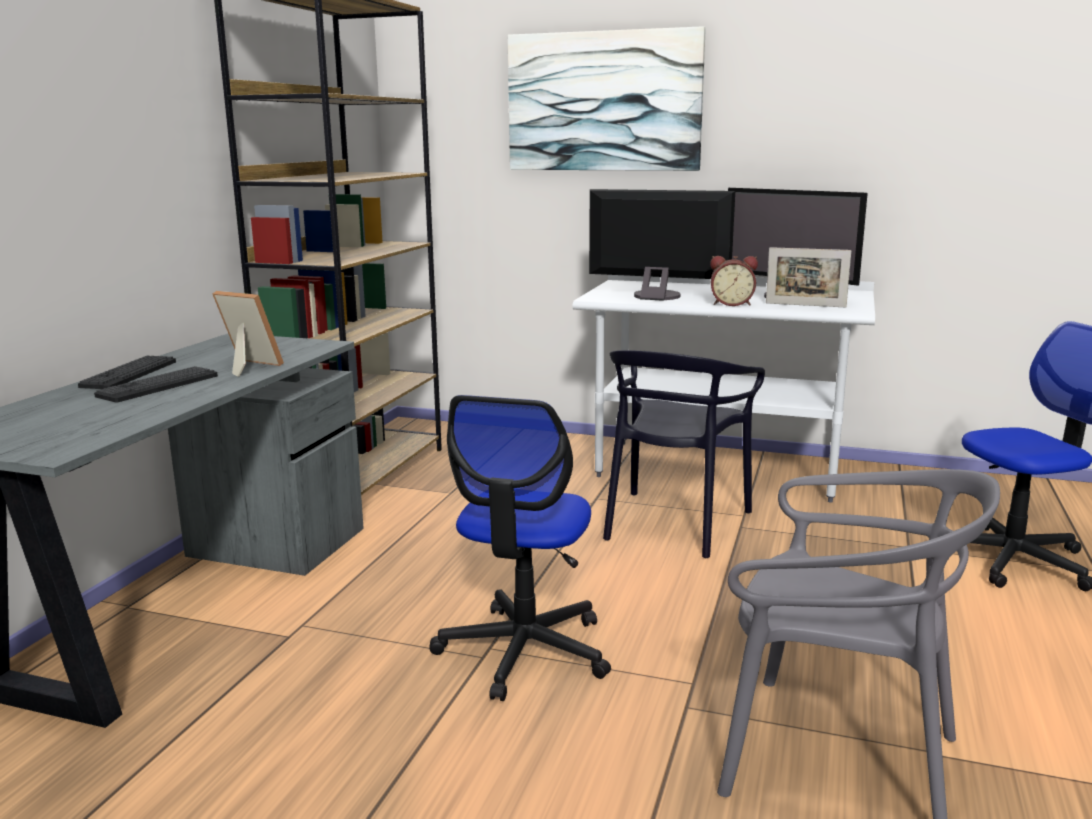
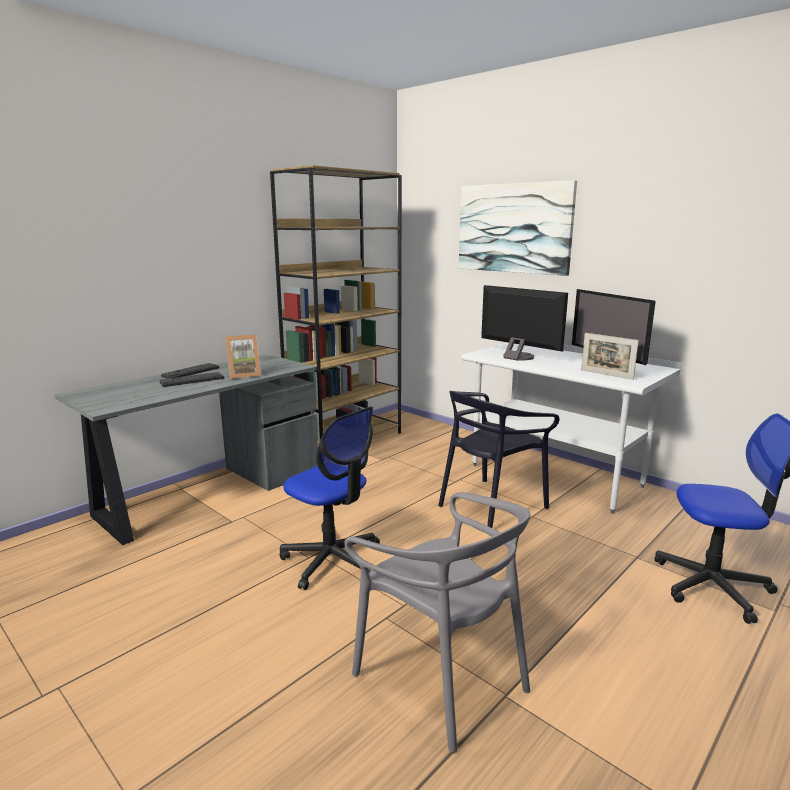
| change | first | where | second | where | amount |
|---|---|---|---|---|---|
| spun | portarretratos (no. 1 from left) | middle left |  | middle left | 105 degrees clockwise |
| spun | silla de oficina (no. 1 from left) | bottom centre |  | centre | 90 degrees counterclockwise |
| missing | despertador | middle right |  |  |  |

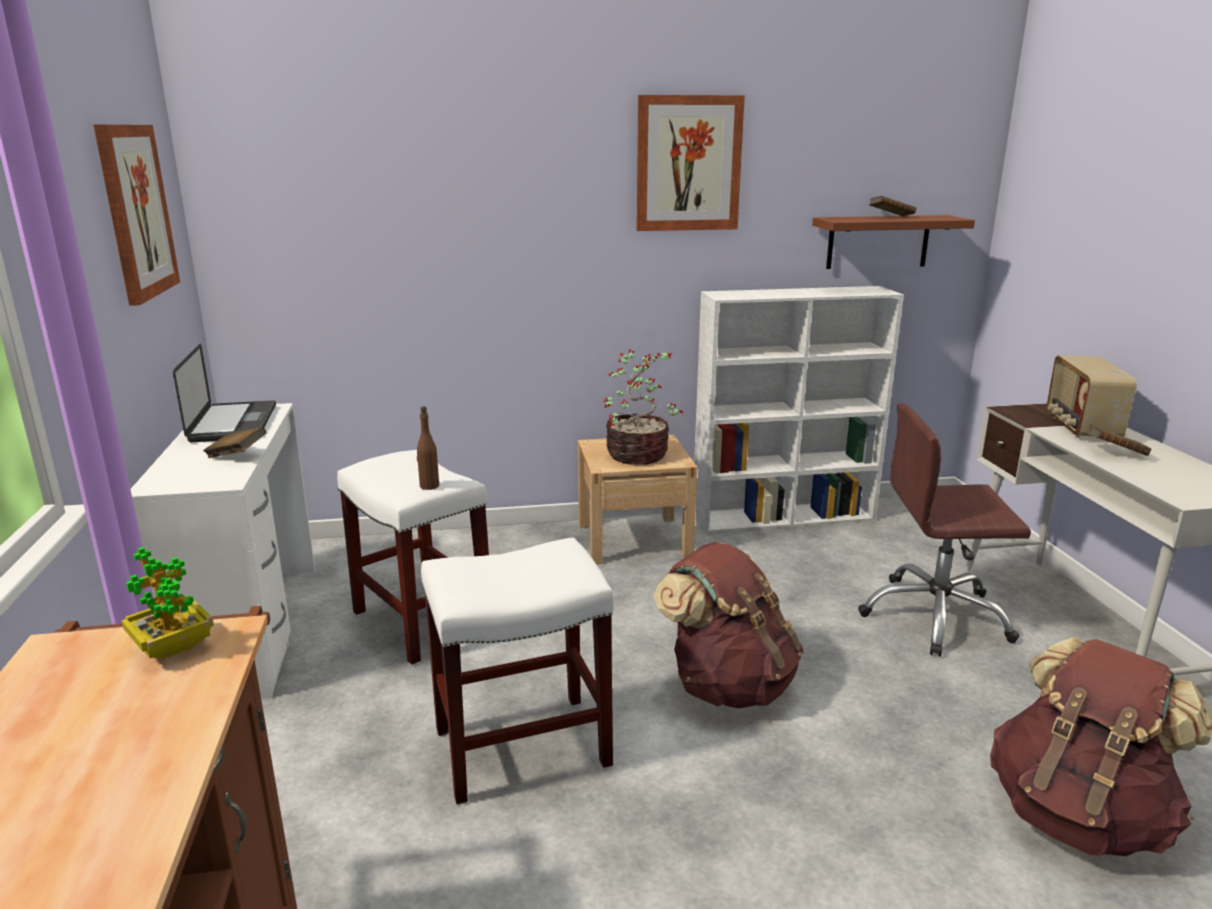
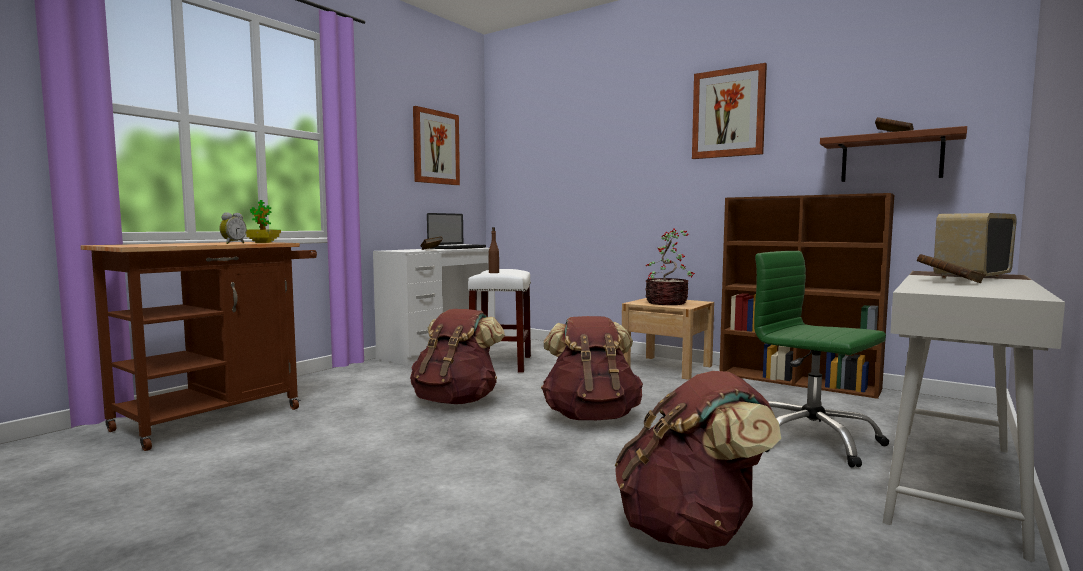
| change | first | where | second | where | amount |
|---|---|---|---|---|---|
| exchanged | taburete (blanco) (no. 2 from left) | bottom centre | mochila (marrón) (no. 1 from left) | centre |  |
| colour | estantería (blanco) | centre | estantería (marrón) | middle right |  |
| colour | silla de oficina (marrón) | middle right | silla de oficina (verde) | middle right |  |
| appeared |  |  | despertador | middle left |  |

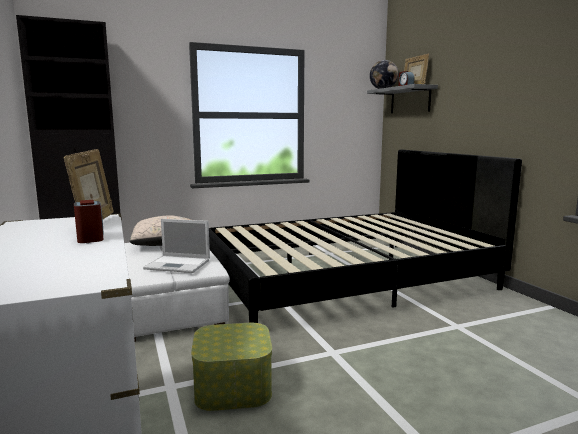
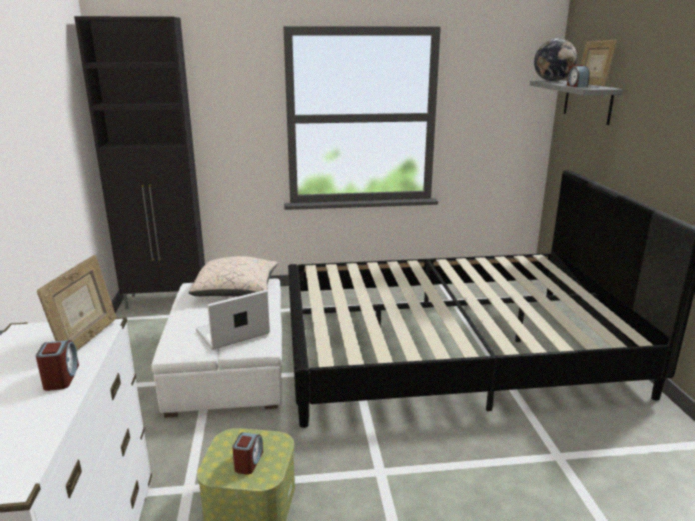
| change | first | where | second | where | amount |
|---|---|---|---|---|---|
| spun | portátil | middle left |  | centre | 120 degrees clockwise |
| appeared |  |  | despertador (no. 2 from left) | bottom centre |  |

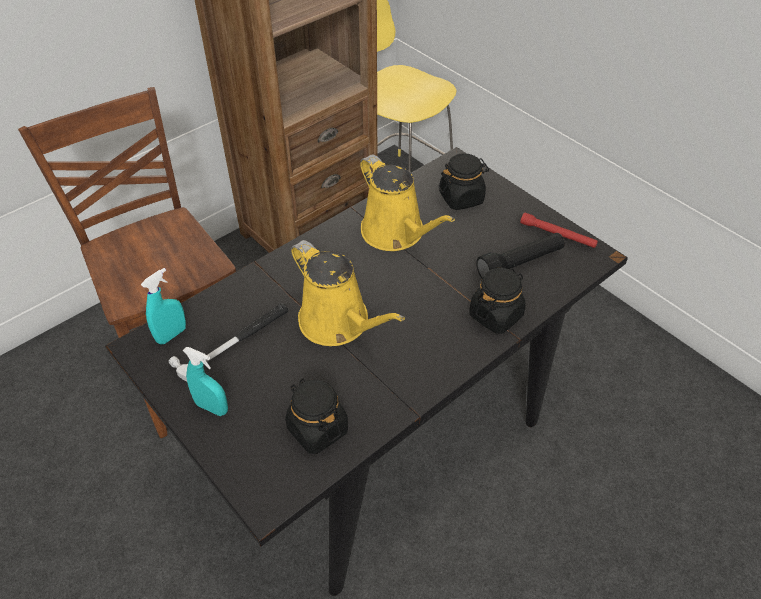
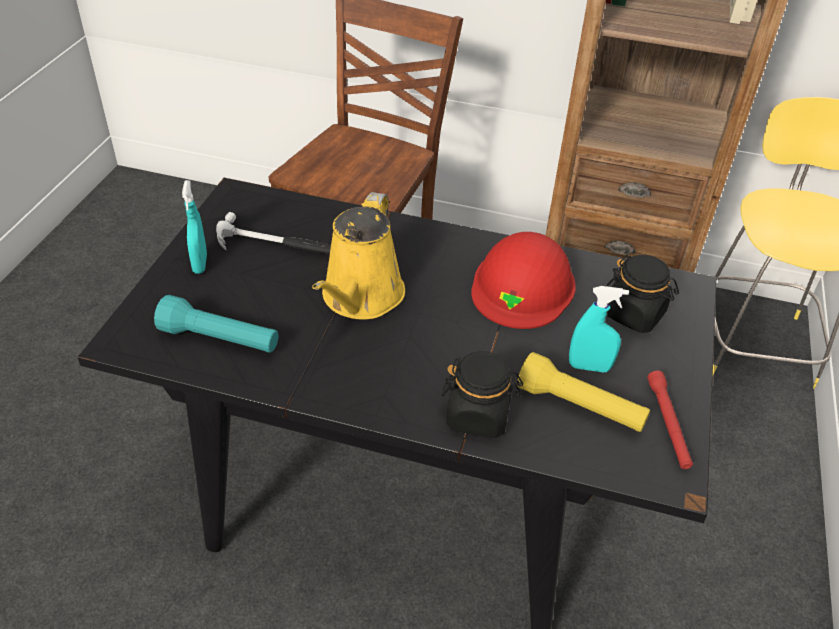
| change | first | where | second | where | amount |
|---|---|---|---|---|---|
| relocated | pulverizador (turquesa) (no. 1 from left in the first image) | middle left | pulverizador (turquesa) (no. 2 from left) | middle right |  |
| exchanged | tarro (negro) (no. 1 from left) | bottom centre | linterna (turquesa) | middle left |  |
| exchanged | regadera (amarillo) (no. 2 from left) | centre | casco (rojo) | centre |  |
| colour | linterna (negro) | middle right | linterna (amarillo) | middle right |  |

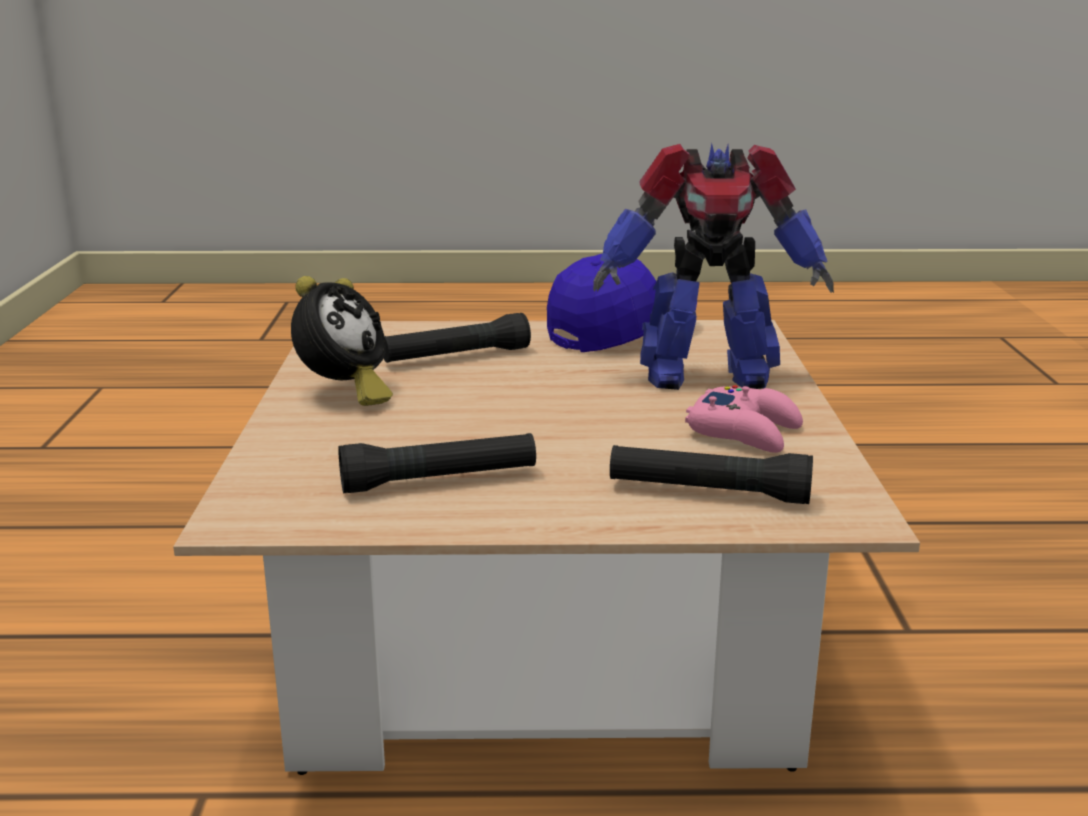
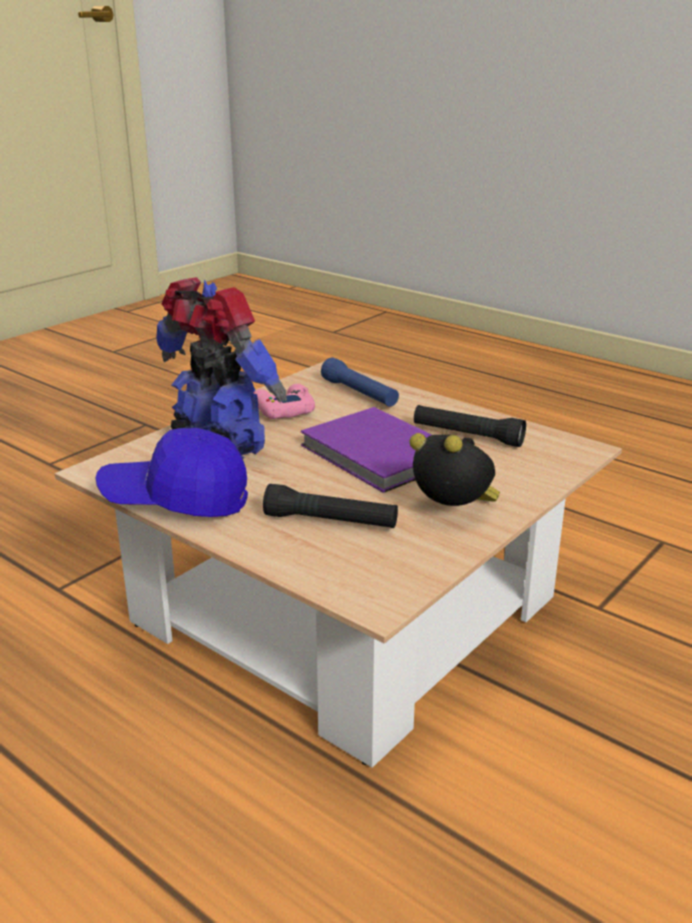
| change | first | where | second | where | amount |
|---|---|---|---|---|---|
| spun | despertador | middle left |  | centre | 60 degrees clockwise |
| colour | linterna (negro) (no. 3 from left) | centre | linterna (azul) | centre |  |
| appeared |  |  | libro (morado) | centre |  |

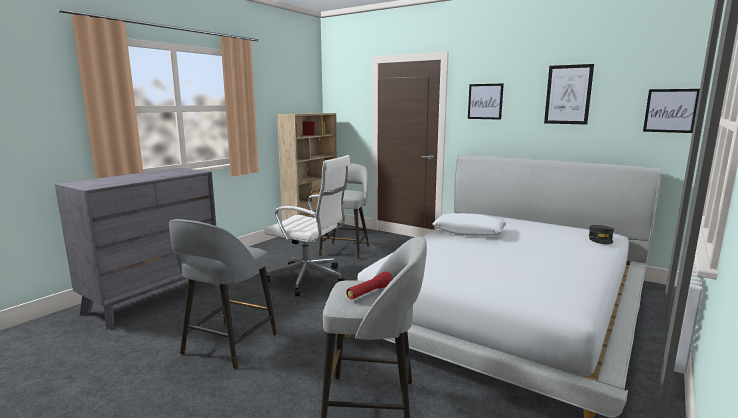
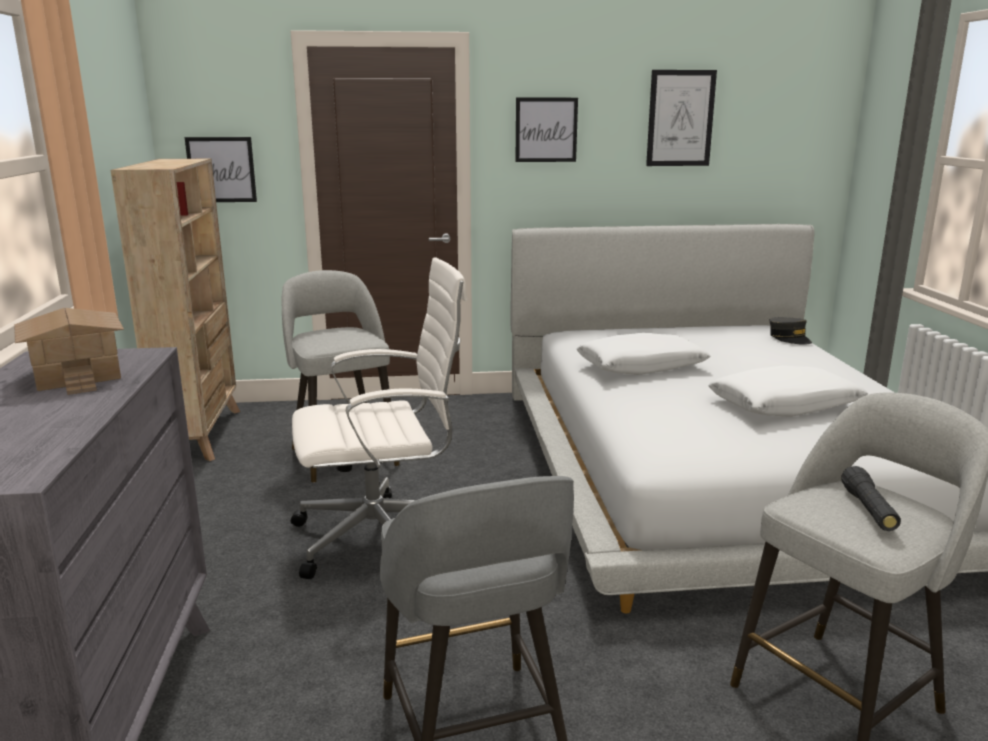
| change | first | where | second | where | amount |
|---|---|---|---|---|---|
| colour | linterna (rojo) | bottom centre | linterna (negro) | bottom right |  |
| relocated | cuadro (no. 3 from left in the first image) | top right | cuadro (no. 1 from left) | top left |  |
| appeared |  |  | casita | middle left |  |
| appeared |  |  | cojín (blanco) (no. 2 from left) | middle right |  |

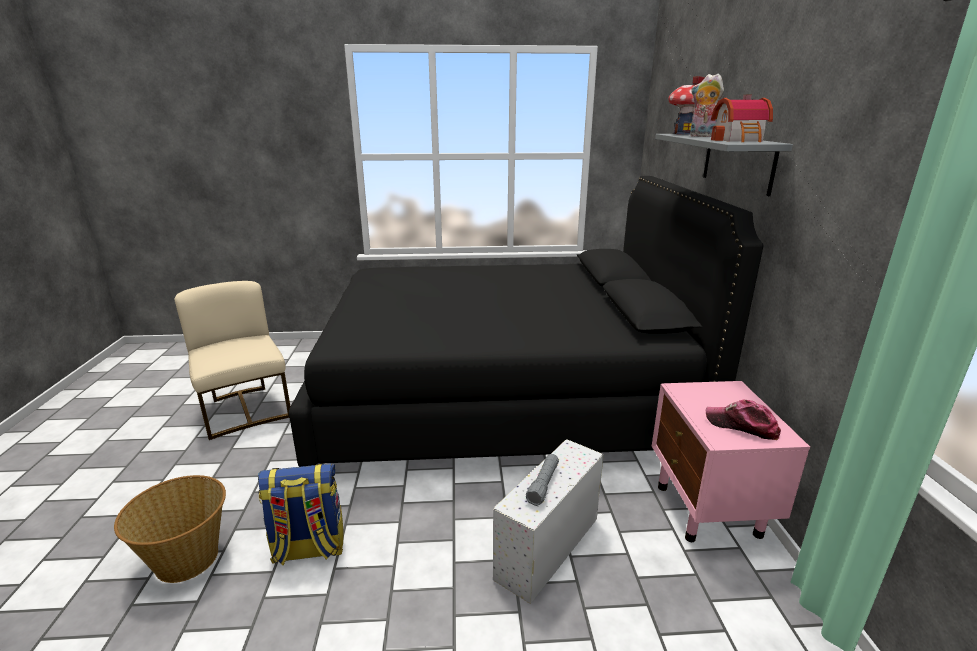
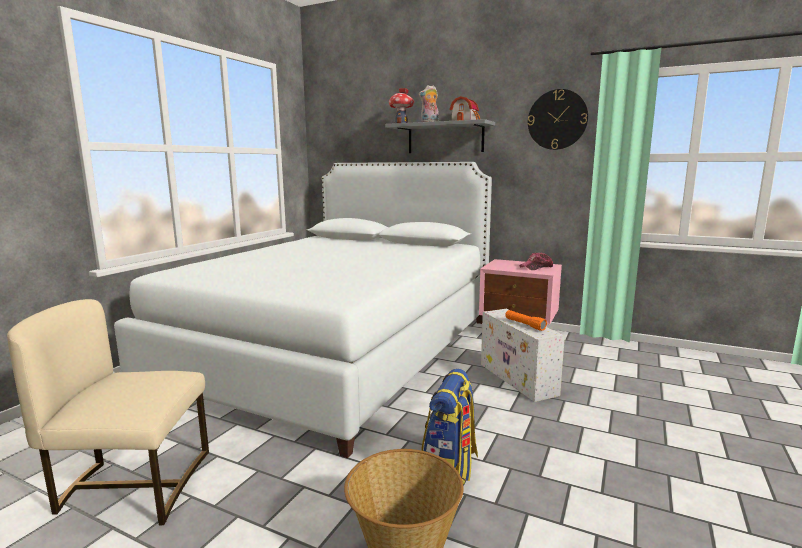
| change | first | where | second | where | amount |
|---|---|---|---|---|---|
| colour | cama (negro) | centre | cama (blanco) | centre |  |
| colour | linterna (gris) | bottom centre | linterna (naranja) | centre |  |
| appeared |  |  | reloj de pared | top right |  |

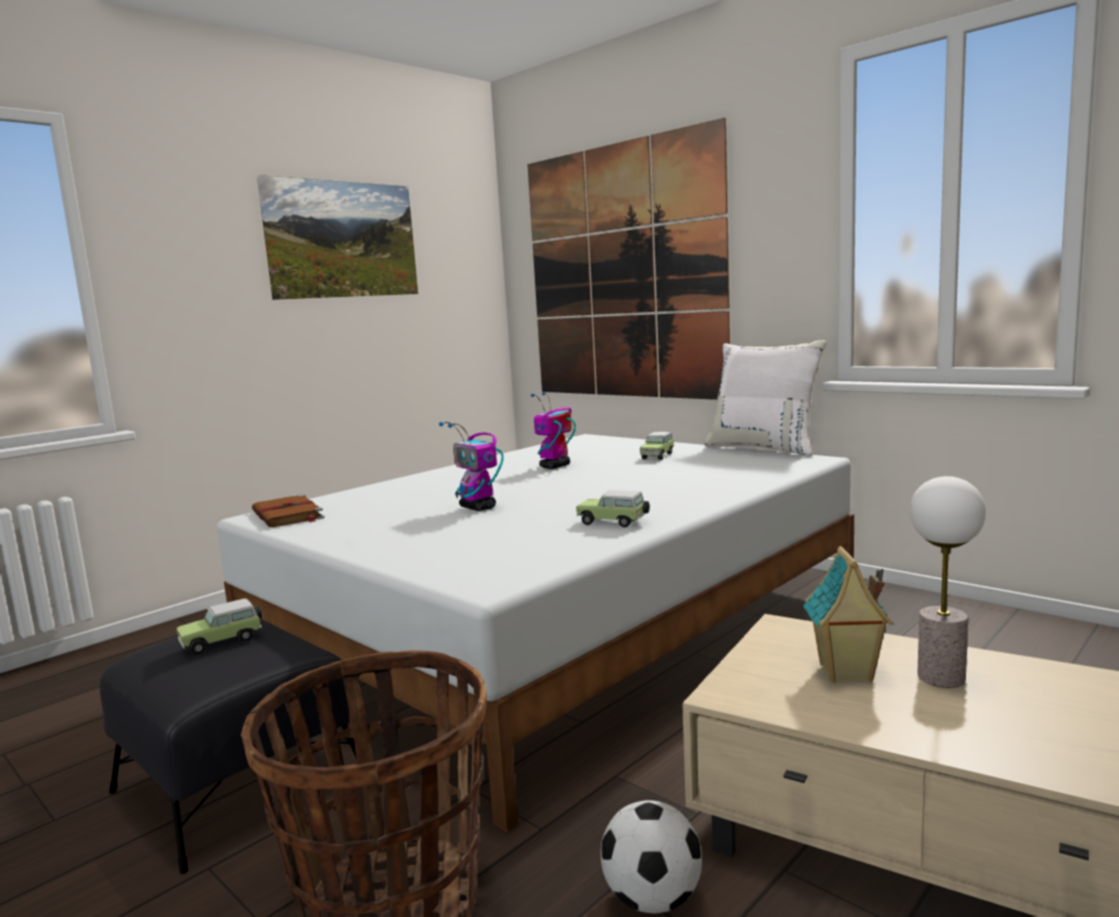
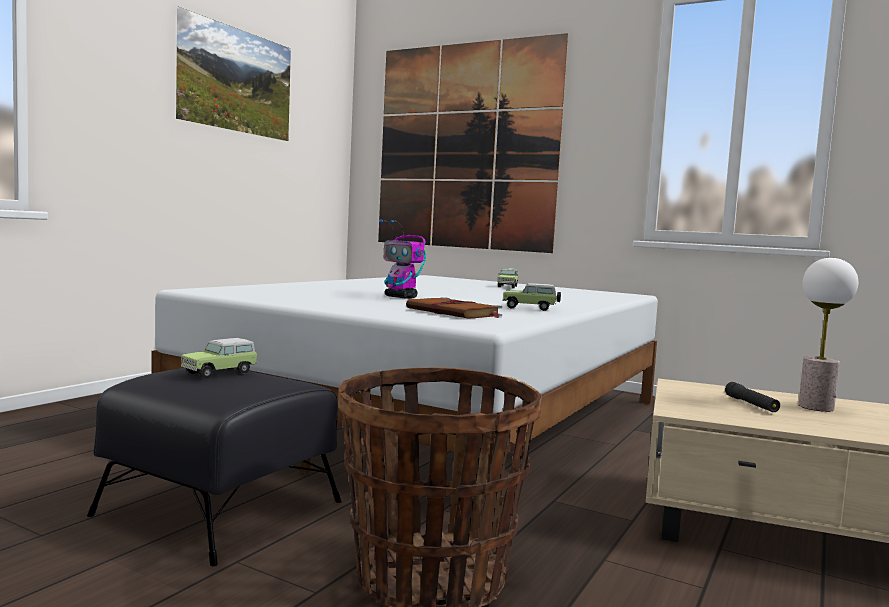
| change | first | where | second | where | amount |
|---|---|---|---|---|---|
| relocated | libro (marrón) | middle left |  | centre |  |
| missing | robot de juguete (no. 2 from left) | centre |  |  |  |
| missing | balón de fútbol | bottom centre |  |  |  |
| missing | cojín (blanco) | middle right |  |  |  |
| exchanged | casita | bottom right | linterna (negro) | middle right |  |

